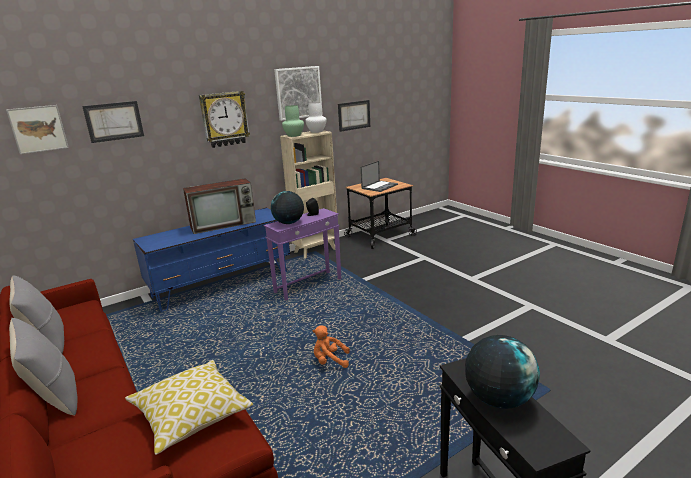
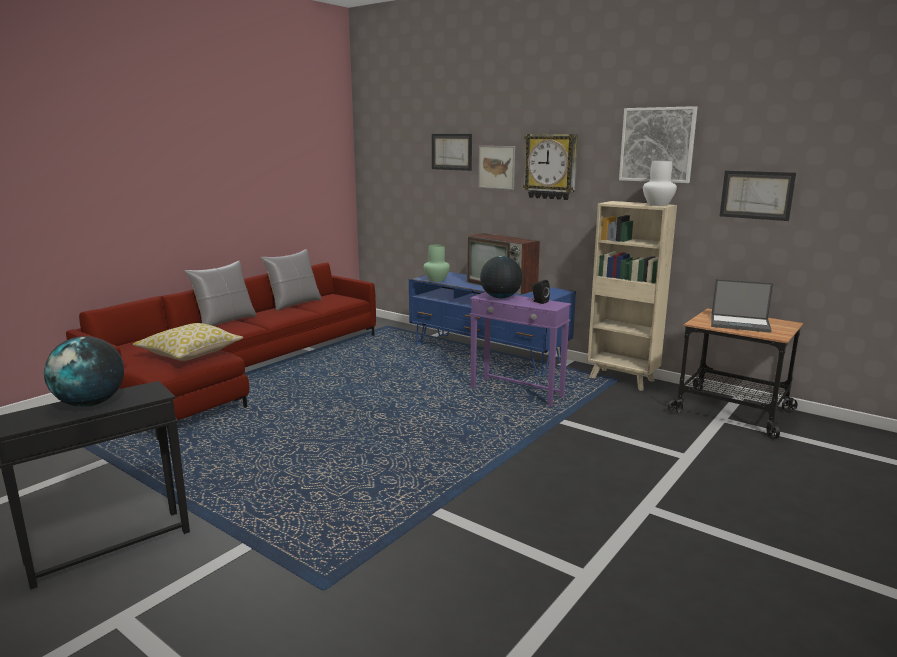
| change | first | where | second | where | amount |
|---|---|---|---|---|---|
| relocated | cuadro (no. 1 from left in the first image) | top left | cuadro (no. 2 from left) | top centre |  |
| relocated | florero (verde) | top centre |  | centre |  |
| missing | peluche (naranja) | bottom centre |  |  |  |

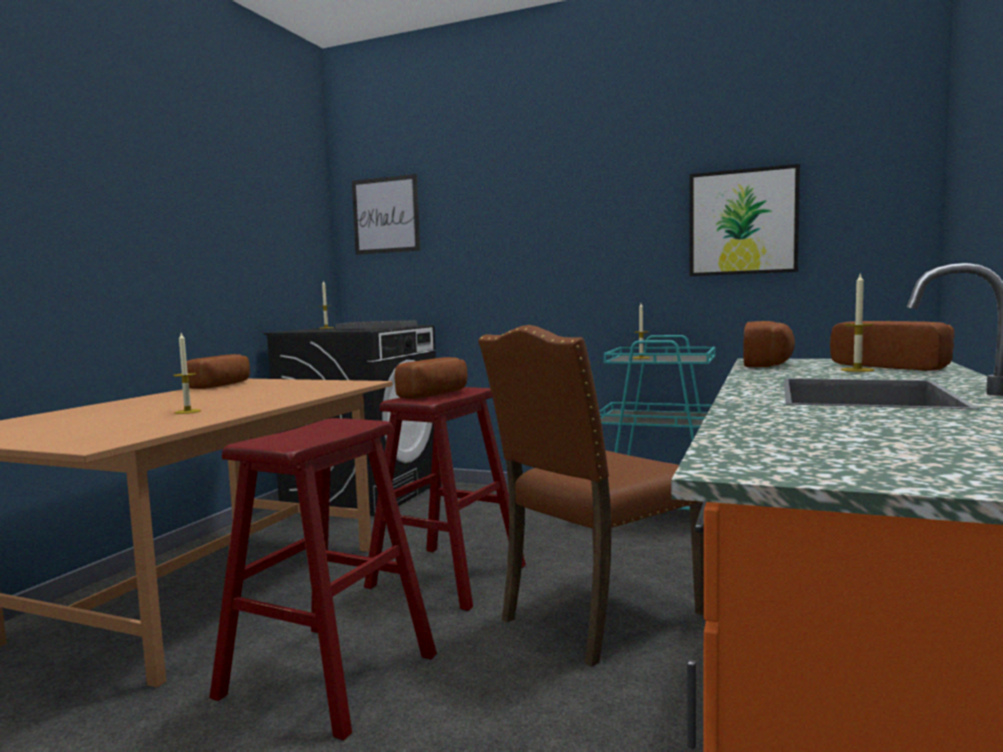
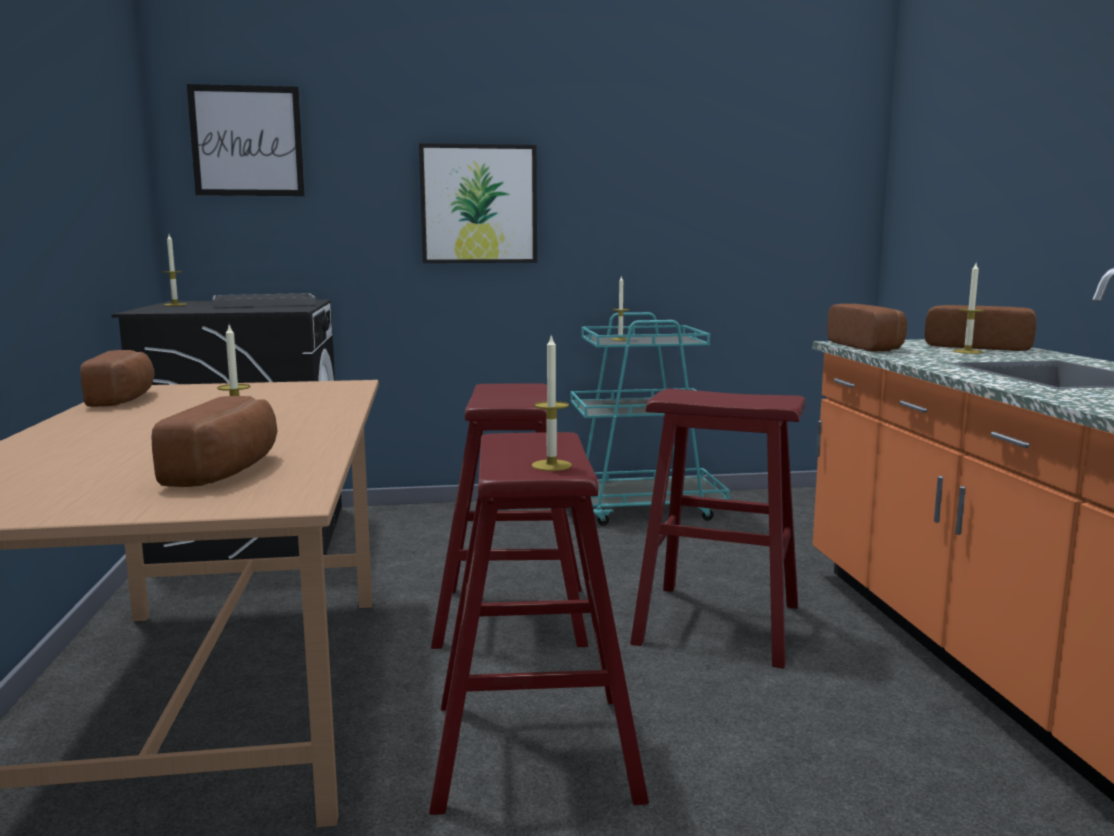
| change | first | where | second | where | amount |
|---|---|---|---|---|---|
| relocated | pan (no. 2 from left) | centre |  | middle left |  |
| exchanged | silla (marrón) | centre | taburete (rojo) (no. 3 from left) | centre |  |
| relocated | cuadro (no. 2 from left) | top right |  | top centre |  |
| appeared |  |  | vela (no. 3 from left) | centre |  |

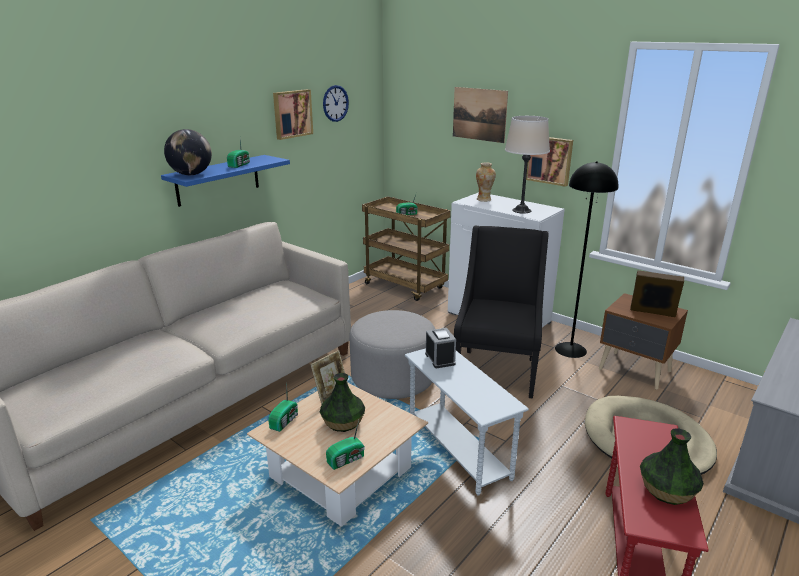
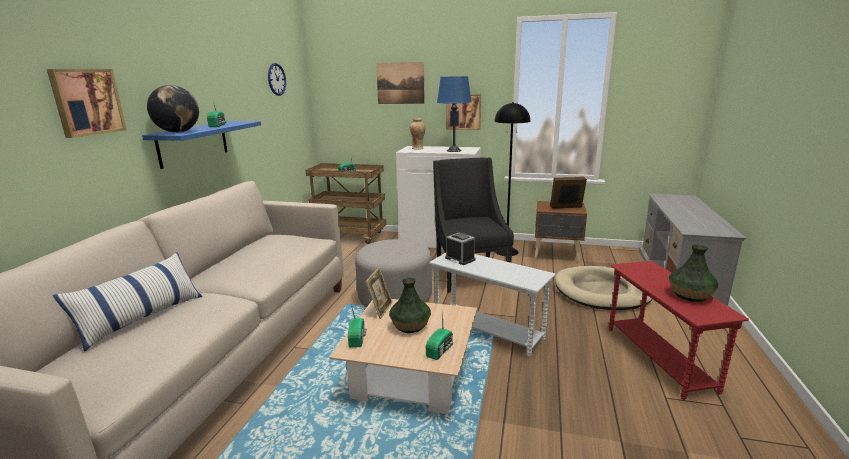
| change | first | where | second | where | amount |
|---|---|---|---|---|---|
| relocated | cuadro (no. 1 from left) | top centre |  | top left |  |
| colour | lámpara de mesa (beis) | top centre | lámpara de mesa (azul) | top centre |  |
| appeared |  |  | cojín | middle left |  |

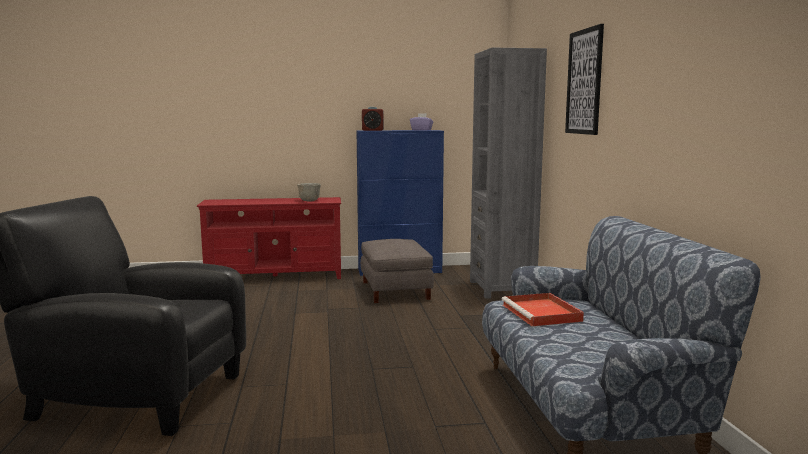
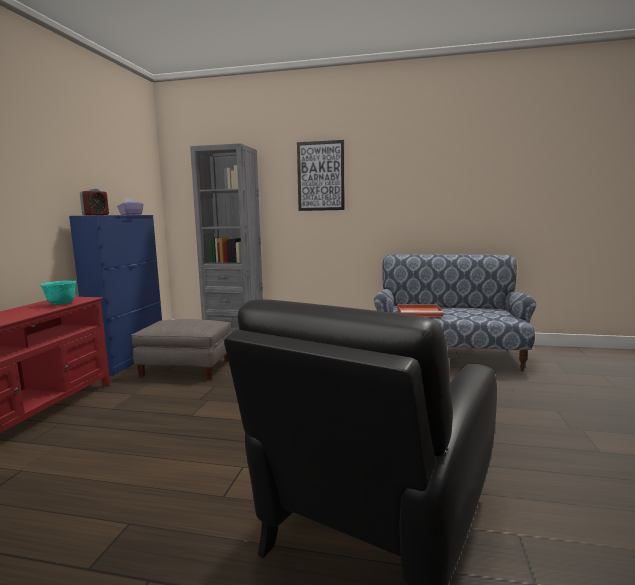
| change | first | where | second | where | amount |
|---|---|---|---|---|---|
| colour | cuenco (gris) | centre | cuenco (turquesa) | middle left |  |

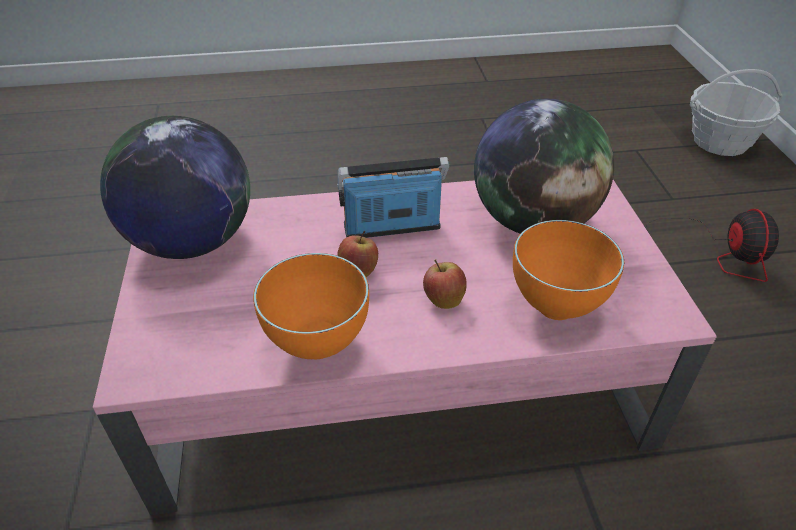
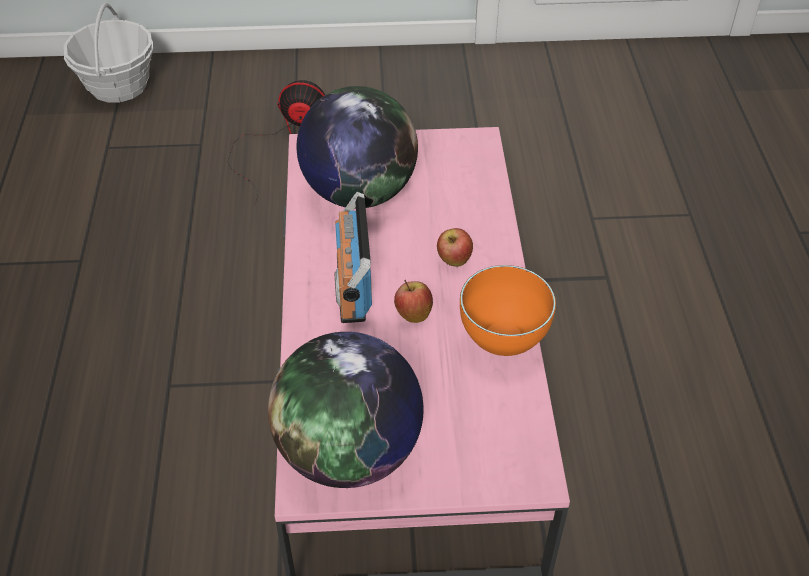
| change | first | where | second | where | amount |
|---|---|---|---|---|---|
| missing | cuenco (naranja) (no. 2 from left) | middle right |  |  |  |

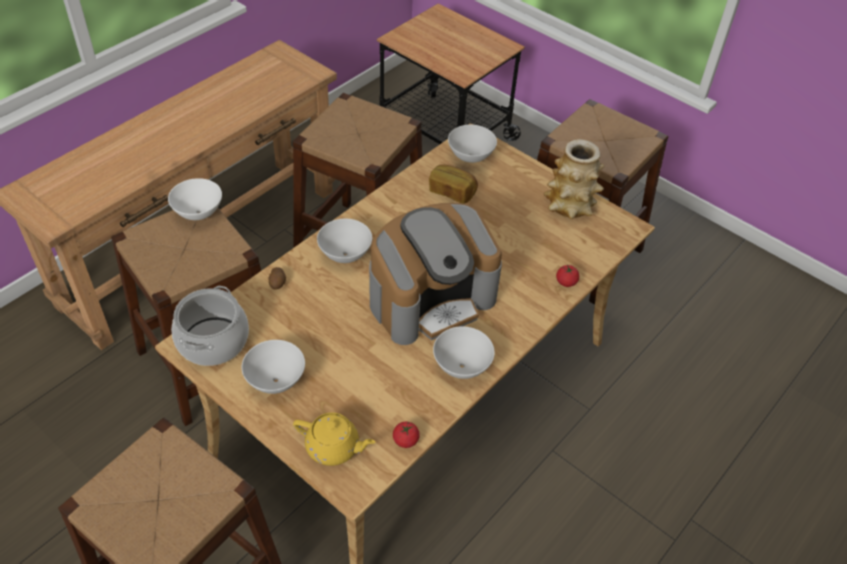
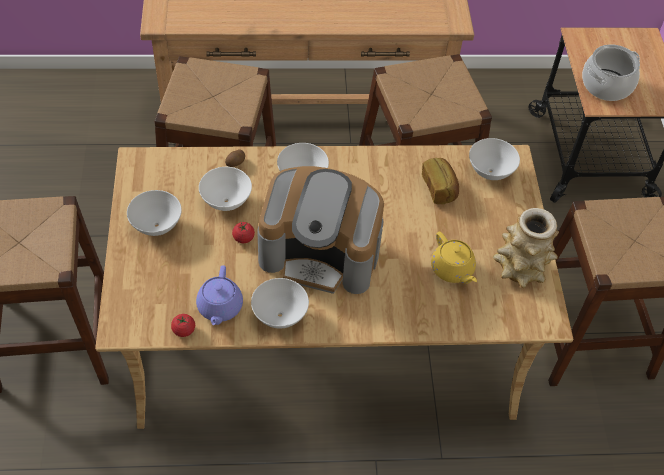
| change | first | where | second | where | amount |
|---|---|---|---|---|---|
| relocated | cuenco (blanco) (no. 1 from left in the first image) | middle left | cuenco (blanco) (no. 2 from left) | centre |  |
| relocated | olla | middle left |  | top right |  |
| relocated | tetera (amarillo) | bottom centre |  | middle right |  |
| relocated | tomate (no. 2 from left) | middle right |  | centre |  |
| appeared |  |  | tetera (morado) | middle left |  |

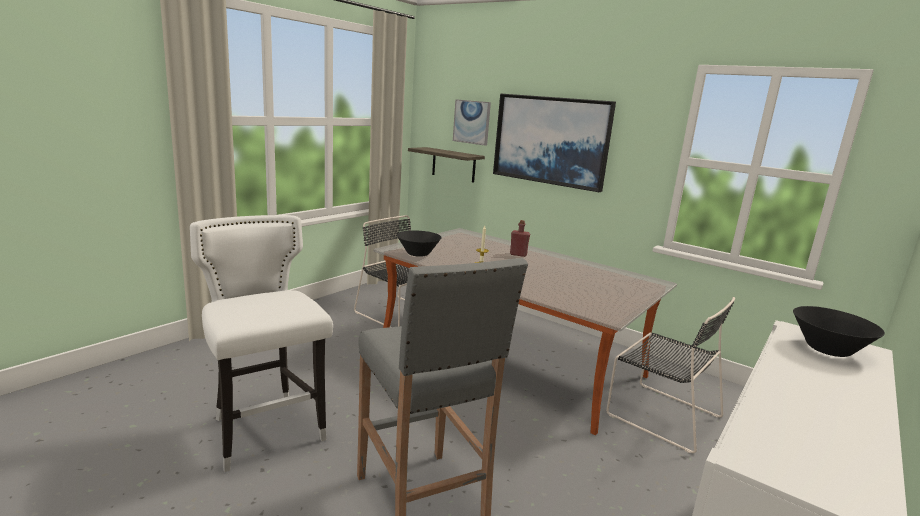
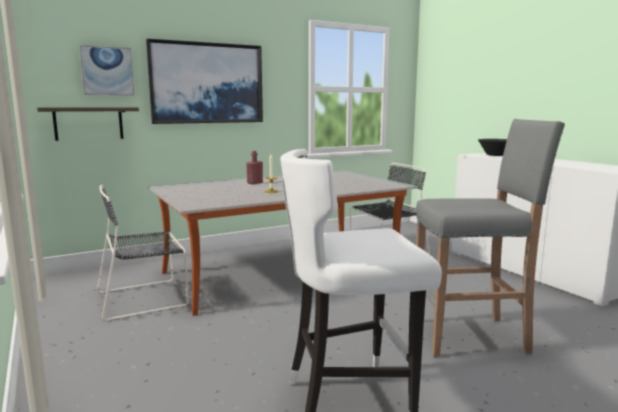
| change | first | where | second | where | amount |
|---|---|---|---|---|---|
| missing | cuenco (negro) (no. 1 from left) | centre |  |  |  |

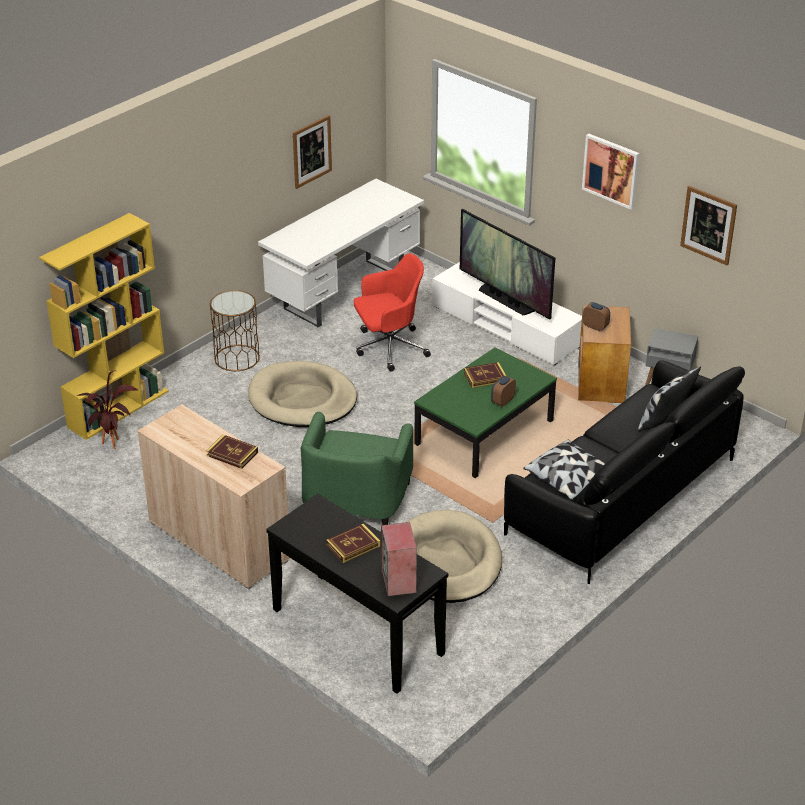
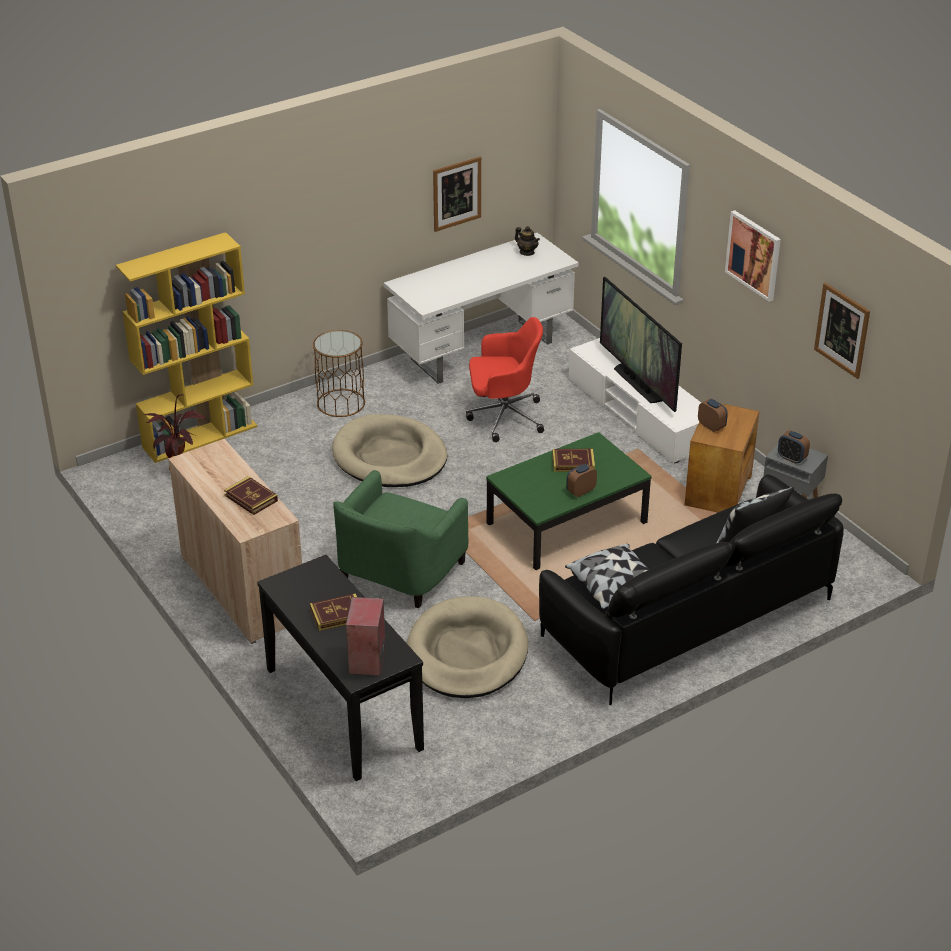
| change | first | where | second | where | amount |
|---|---|---|---|---|---|
| appeared |  |  | tetera | top centre |  |
| appeared |  |  | despertador (no. 3 from left) | middle right |  |

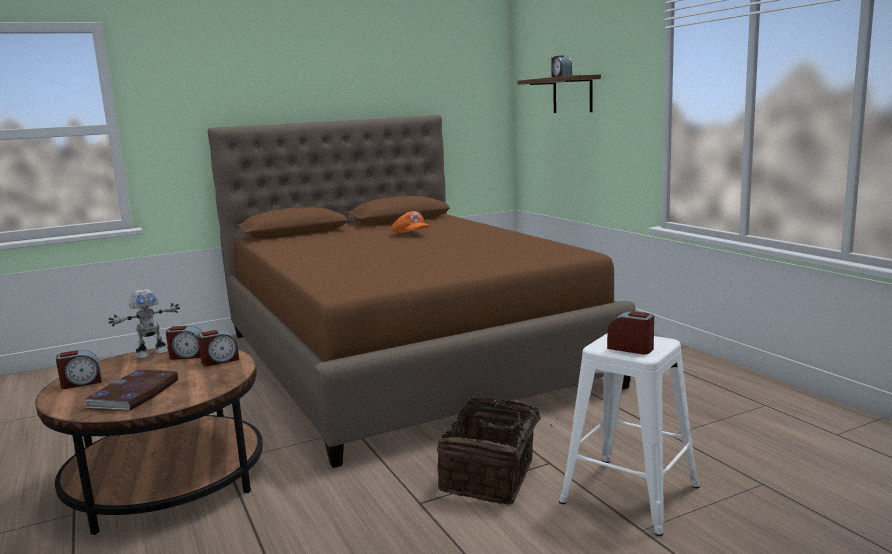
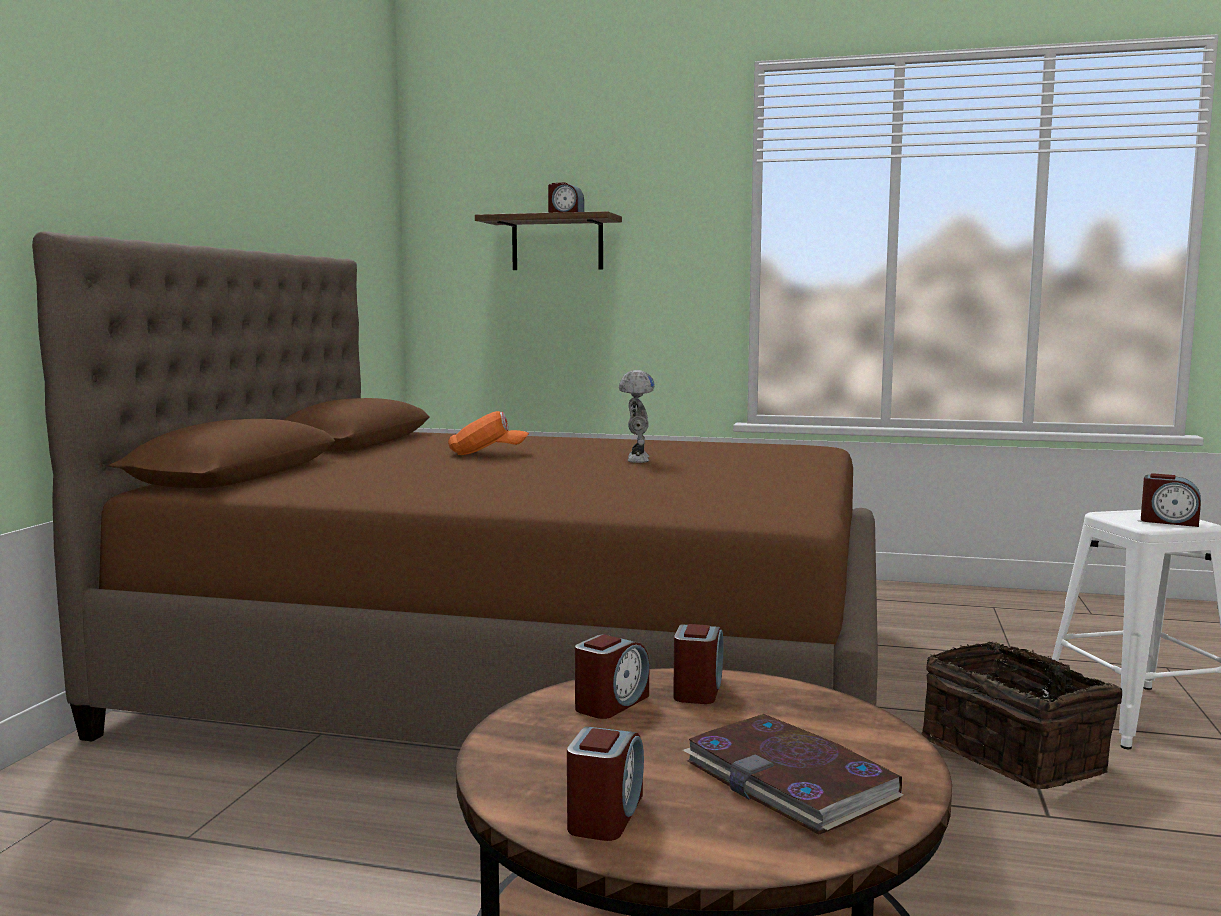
| change | first | where | second | where | amount |
|---|---|---|---|---|---|
| relocated | robot de juguete | middle left |  | centre |  |
| spun | despertador (no. 5 from left) | middle right |  | middle right | 135 degrees counterclockwise |

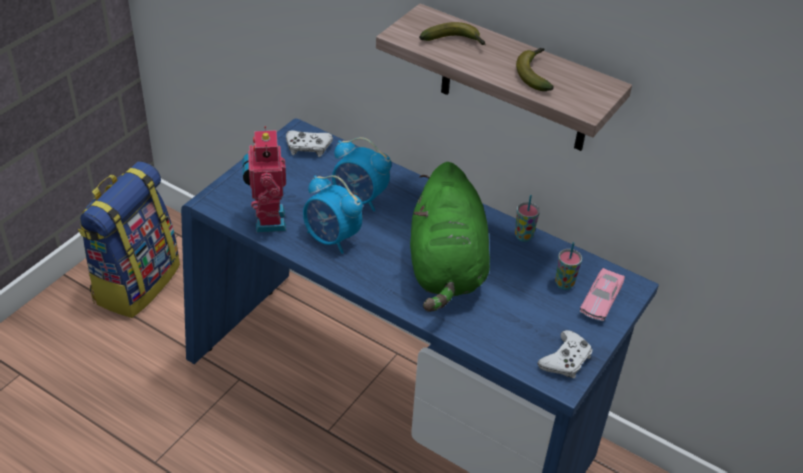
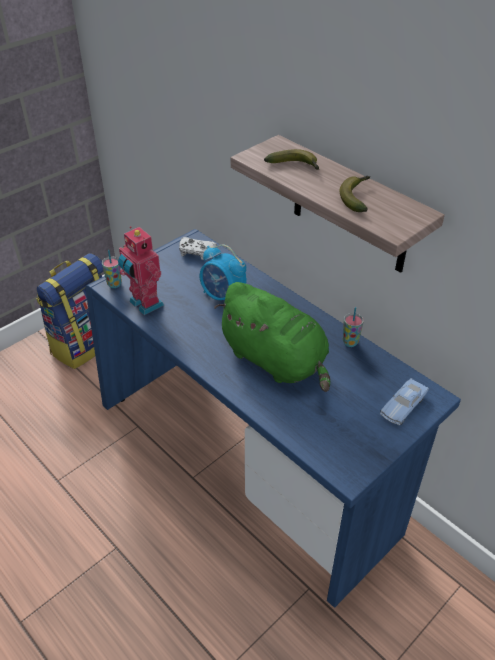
| change | first | where | second | where | amount |
|---|---|---|---|---|---|
| spun | robot de juguete | middle left |  | middle left | 45 degrees counterclockwise |
| missing | despertador (no. 1 from left) | centre |  |  |  |
| spun | peluche (verde) | centre |  | centre | 60 degrees counterclockwise |
| missing | mando de consola (blanco) (no. 2 from left) | bottom right |  |  |  |
| relocated | taza (no. 2 from left in the first image) | middle right | taza (no. 1 from left) | middle left |  |
| colour | coche de juguete (rosa) | middle right | coche de juguete (azul) | middle right |  |

